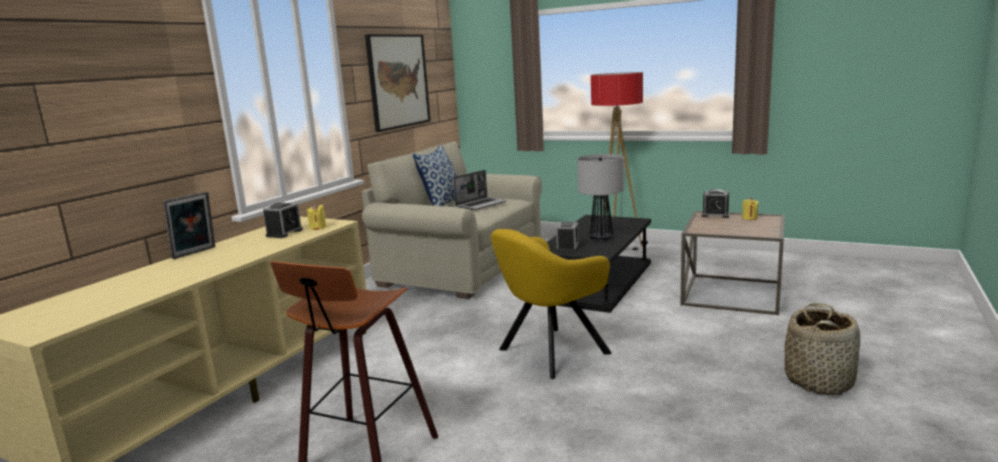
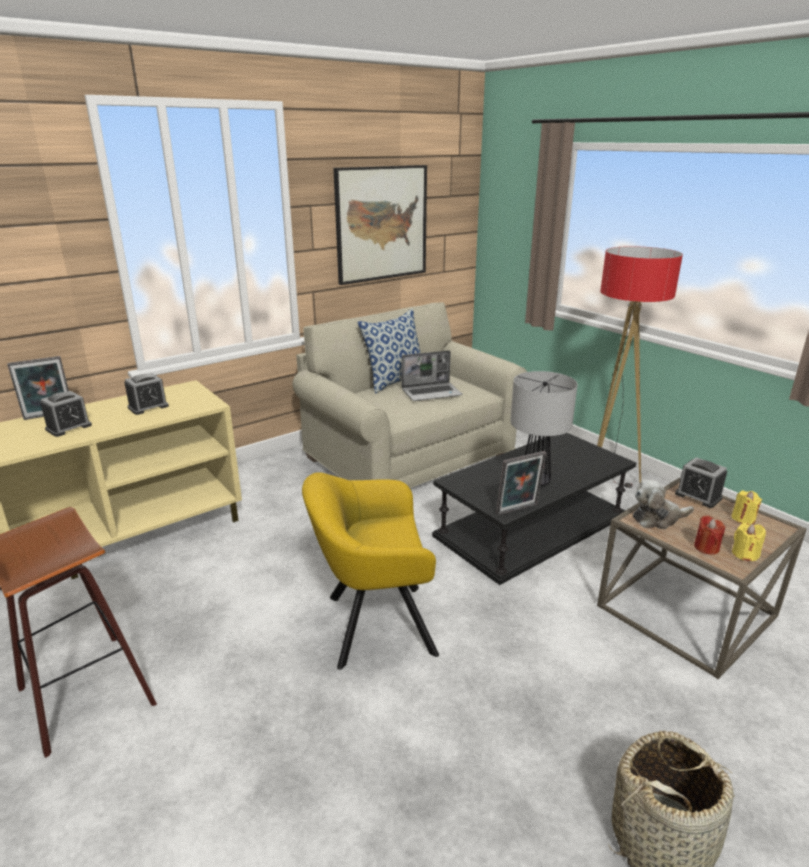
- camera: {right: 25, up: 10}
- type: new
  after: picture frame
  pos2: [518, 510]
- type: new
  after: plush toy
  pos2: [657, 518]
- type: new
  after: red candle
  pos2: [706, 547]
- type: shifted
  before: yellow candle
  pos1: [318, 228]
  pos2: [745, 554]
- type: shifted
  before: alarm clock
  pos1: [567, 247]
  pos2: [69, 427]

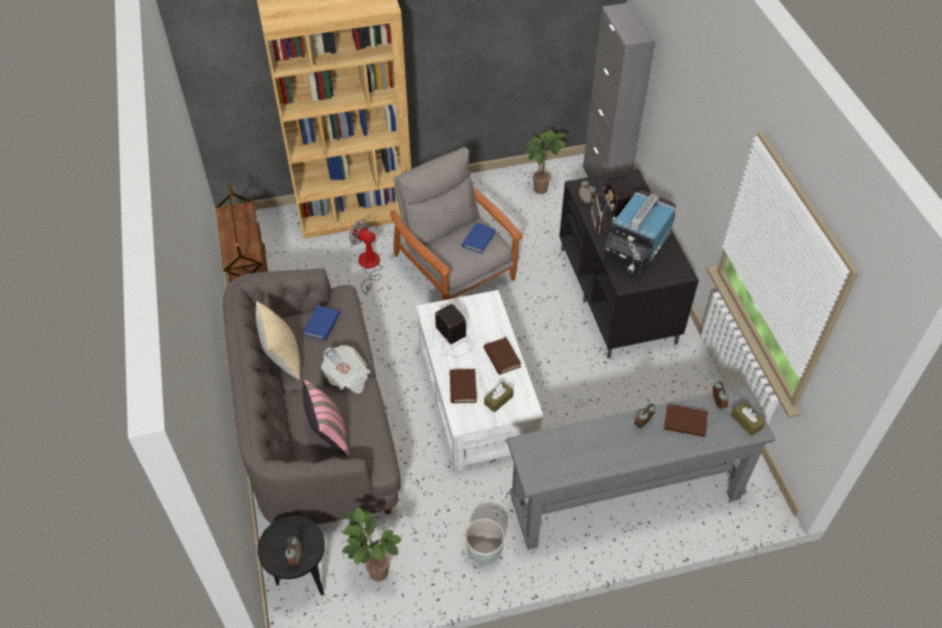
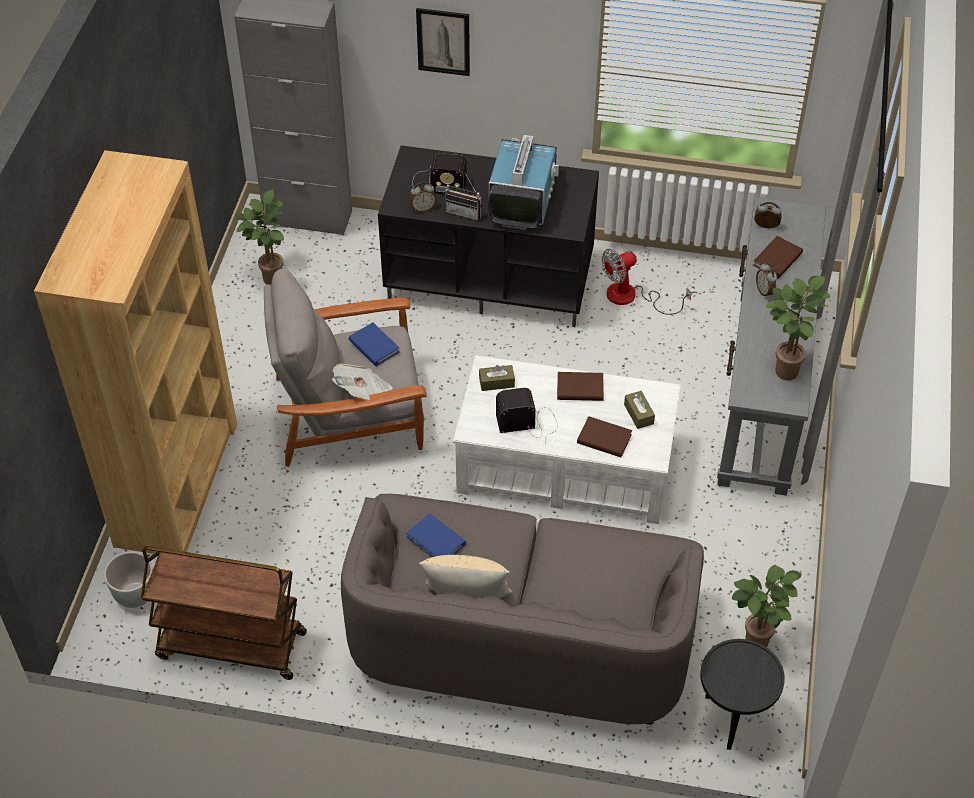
- camera: {right: -65, up: 0}
- type: gone
  before: alarm clock
  pos1: [295, 558]
- type: gone
  before: pink pillow
  pos1: [328, 435]
- type: new
  after: picture
  pos2: [443, 41]
- type: new
  after: potted plant
  pos2: [785, 368]
- type: shifted
  before: newspaper
  pos1: [347, 377]
  pos2: [363, 392]
- type: shifted
  before: fan
  pos1: [369, 266]
  pos2: [631, 297]
- type: shifted
  before: grey planter
  pos1: [484, 552]
  pos2: [135, 595]
- type: shifted
  before: brown tissue box
  pos1: [746, 422]
  pos2: [496, 382]
- type: rotated
  before: television
  pos1: [636, 248]
  pos2: [523, 198]
  turn: -135

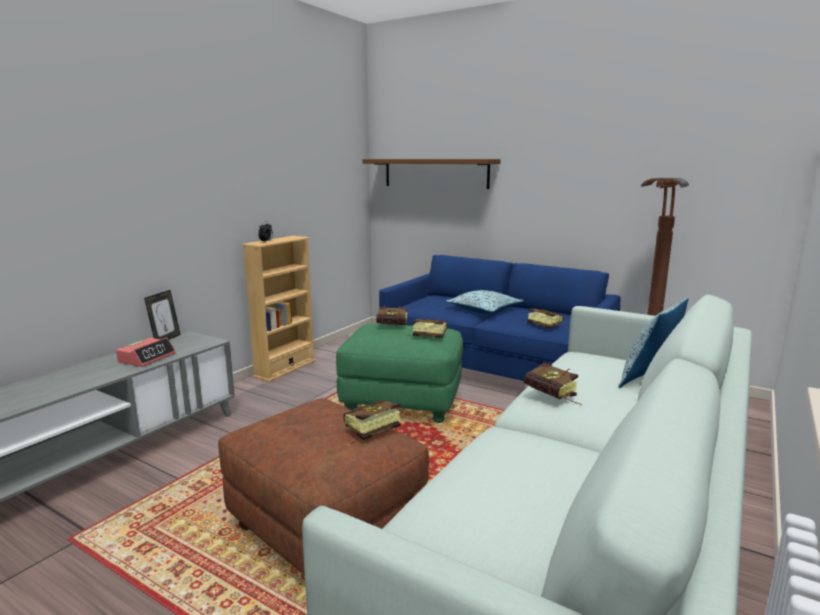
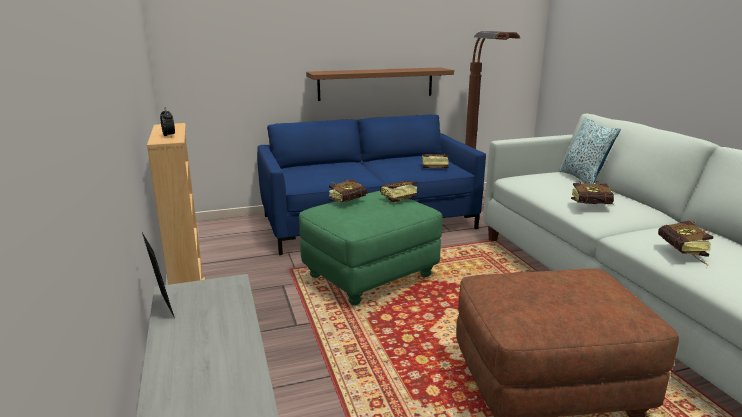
- camera: {right: -50, up: 5}
- type: gone
  before: alarm clock
  pos1: [147, 358]
- type: gone
  before: pillow
  pos1: [484, 310]
- type: shifted
  before: book
  pos1: [367, 433]
  pos2: [684, 254]
- type: shifted
  before: brown shelf
  pos1: [435, 173]
  pos2: [376, 83]

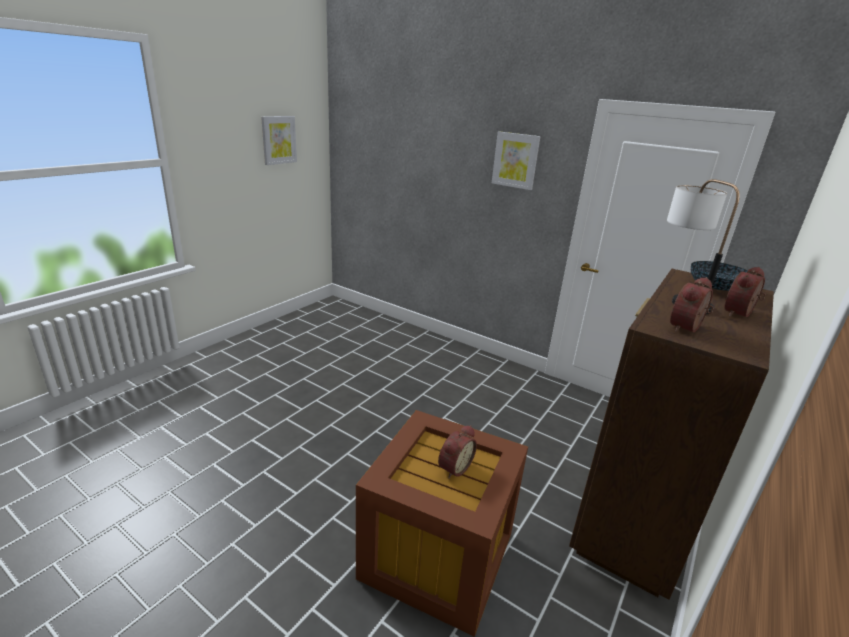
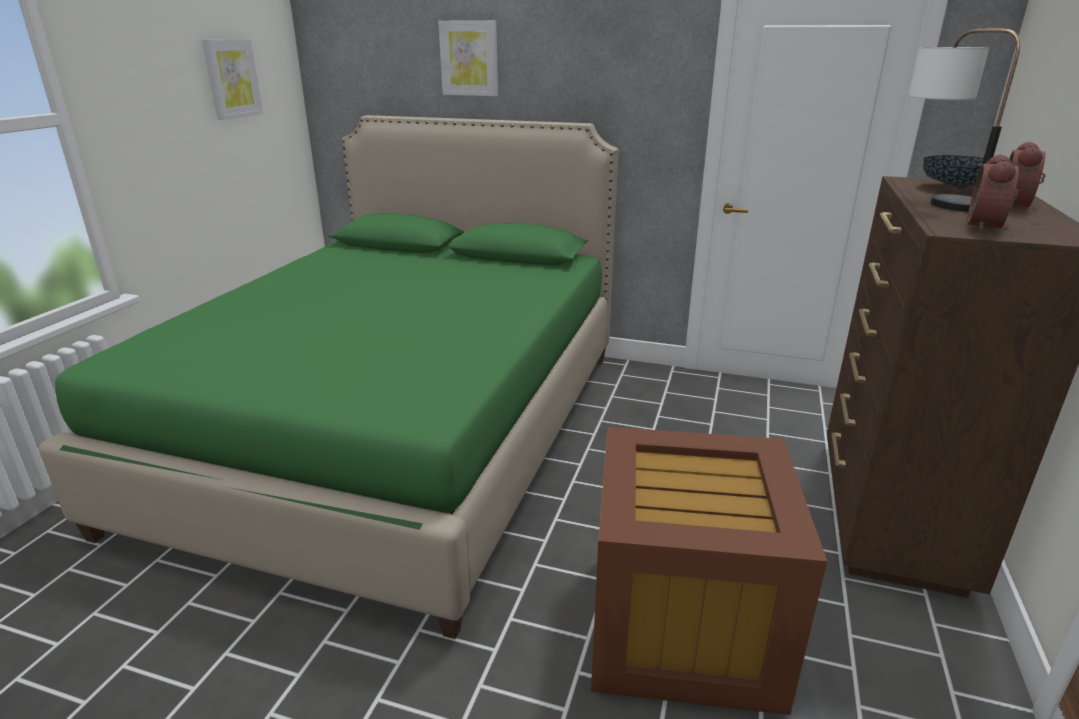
- camera: {right: -15, up: 0}
- type: gone
  before: alarm clock
  pos1: [453, 467]
- type: new
  after: green bed
  pos2: [400, 431]
- type: shifted
  before: picture
  pos1: [515, 160]
  pos2: [469, 58]

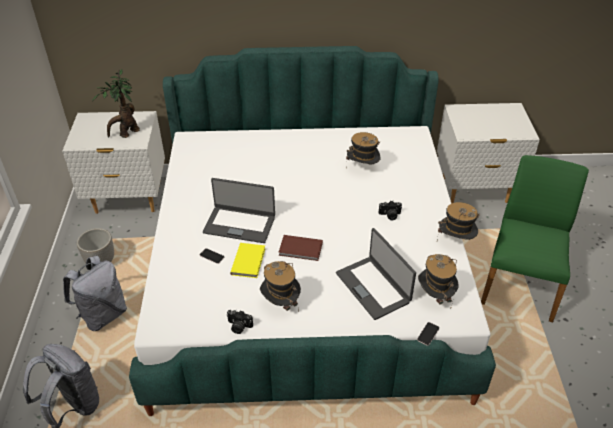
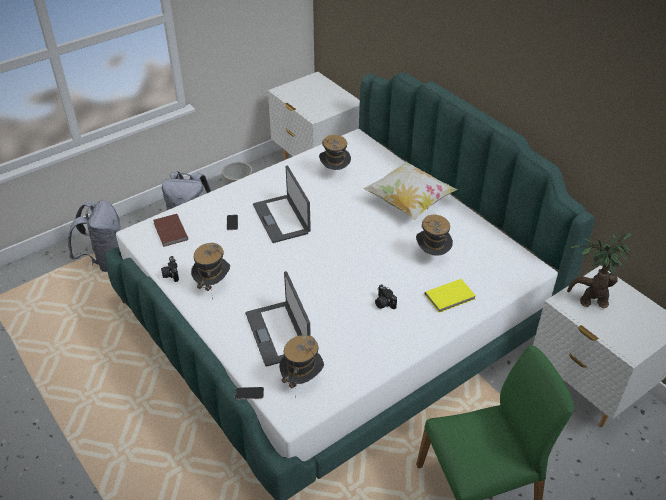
- camera: {right: 55, up: 0}
- type: new
  after: pillow
  pos2: [409, 202]
- type: shifted
  before: potted plant
  pos1: [126, 133]
  pos2: [589, 301]
- type: shifted
  before: yellow book
  pos1: [249, 261]
  pos2: [451, 297]
- type: shifted
  before: brown book
  pos1: [301, 249]
  pos2: [170, 232]
- type: shifted
  before: hat
  pos1: [455, 241]
  pos2: [334, 173]
- type: rotated
  before: laptop
  pos1: [373, 287]
  pos2: [278, 333]
  turn: -45

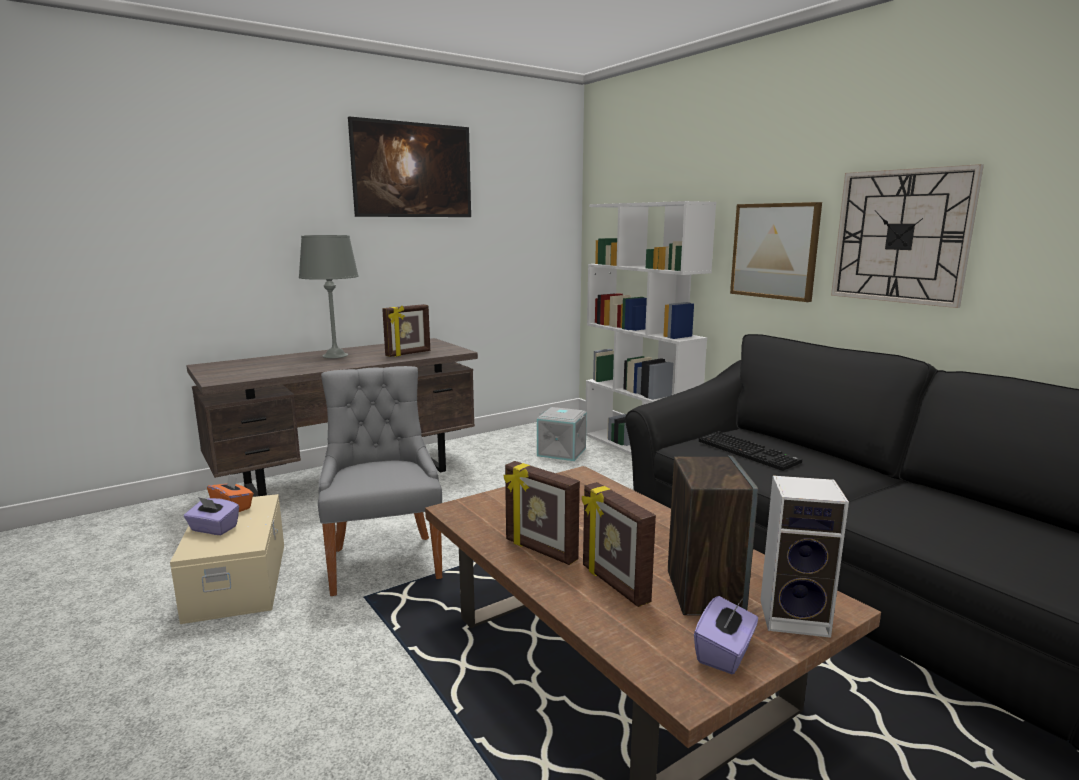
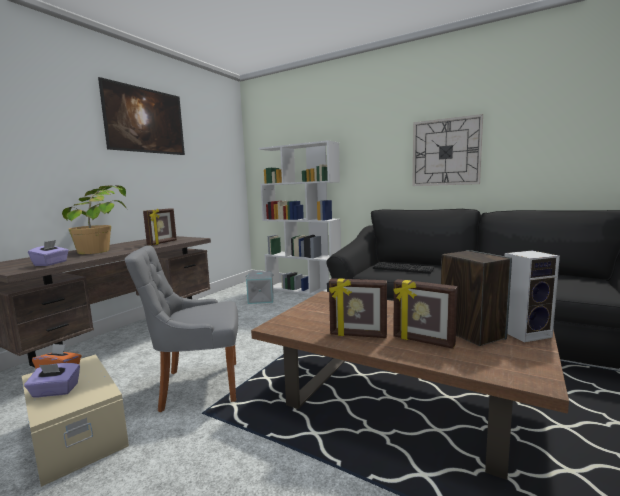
- camera: {right: -25, up: -5}
- type: gone
  before: picture
  pos1: [774, 251]
- type: shifted
  before: purple tissue box
  pos1: [725, 653]
  pos2: [51, 263]
- type: swapped
  before: grey table lamp
  after: potted plant
  pos1: [334, 355]
  pos2: [104, 249]
- type: rotated
  before: grey chair
  pos1: [384, 561]
  pos2: [197, 385]
  turn: -60

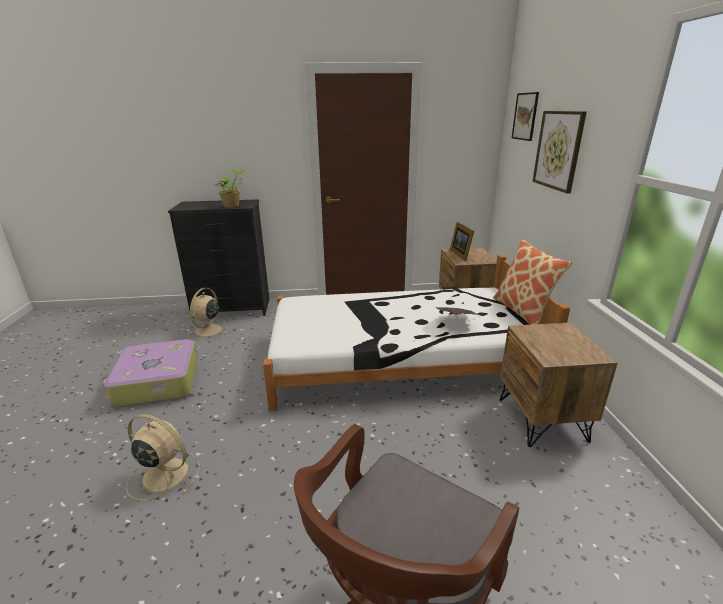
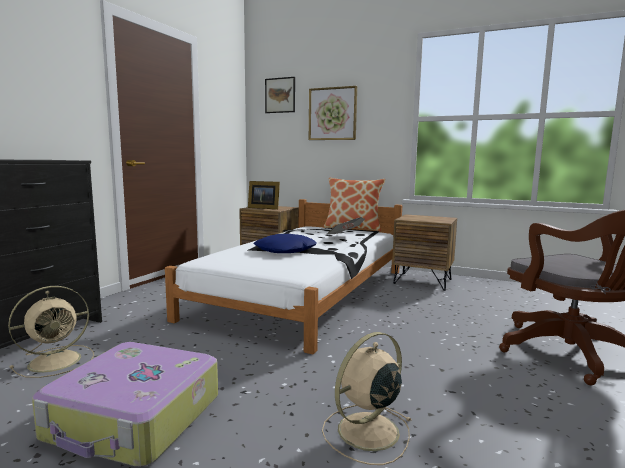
- camera: {right: -60, up: -15}
- type: gone
  before: potted plant
  pos1: [233, 206]
- type: new
  after: blue pillow
  pos2: [285, 250]
- type: rotated
  before: beige fan
  pos1: [208, 331]
  pos2: [57, 360]
  turn: -90

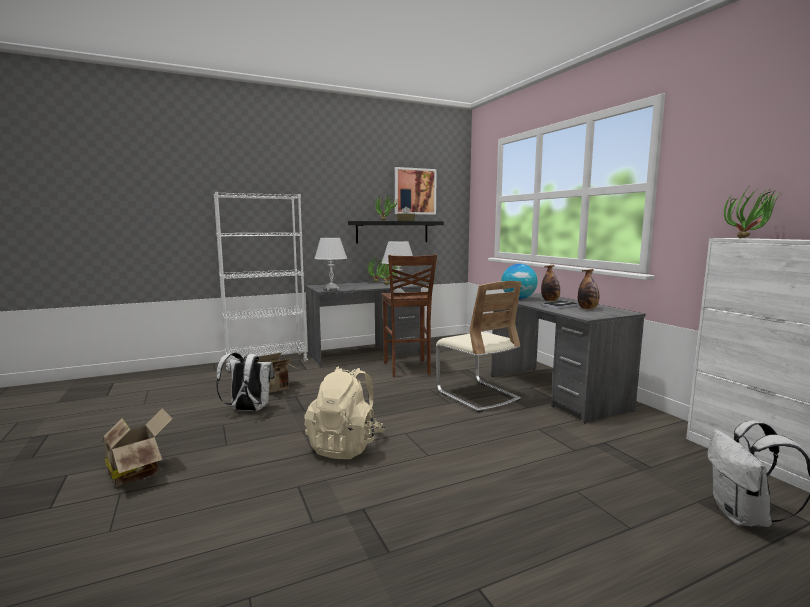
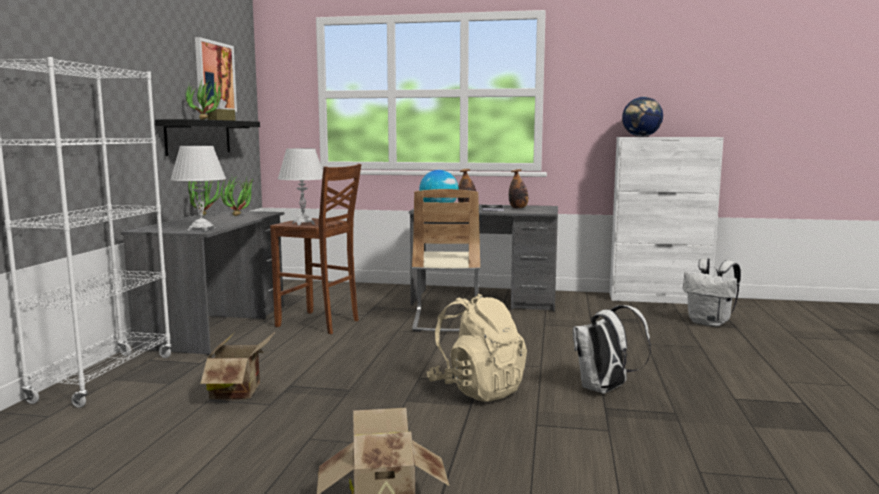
- camera: {right: -55, up: 0}
- type: shifted
  before: white backpack
  pos1: [248, 410]
  pos2: [605, 390]
- type: swapped
  before: potted plant
  after: globe
  pos1: [749, 238]
  pos2: [641, 136]
- type: rotated
  before: beige chair
  pos1: [477, 395]
  pos2: [446, 321]
  turn: 90

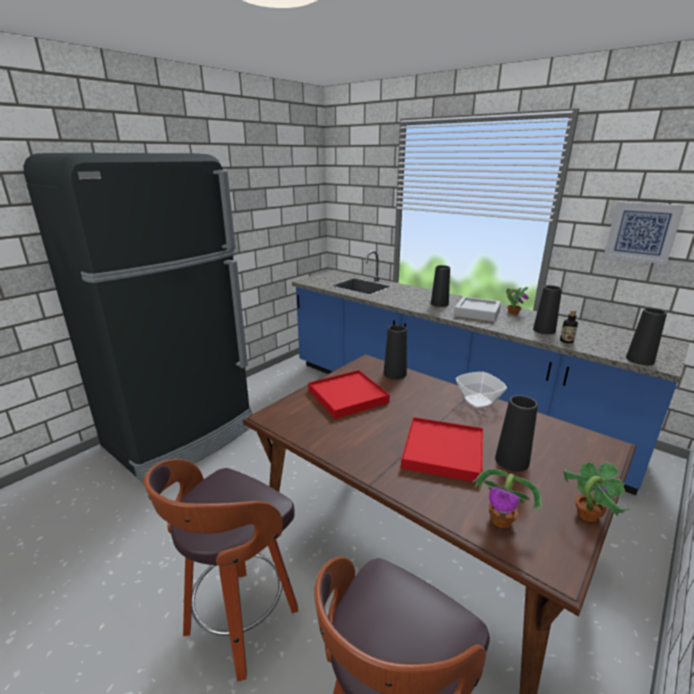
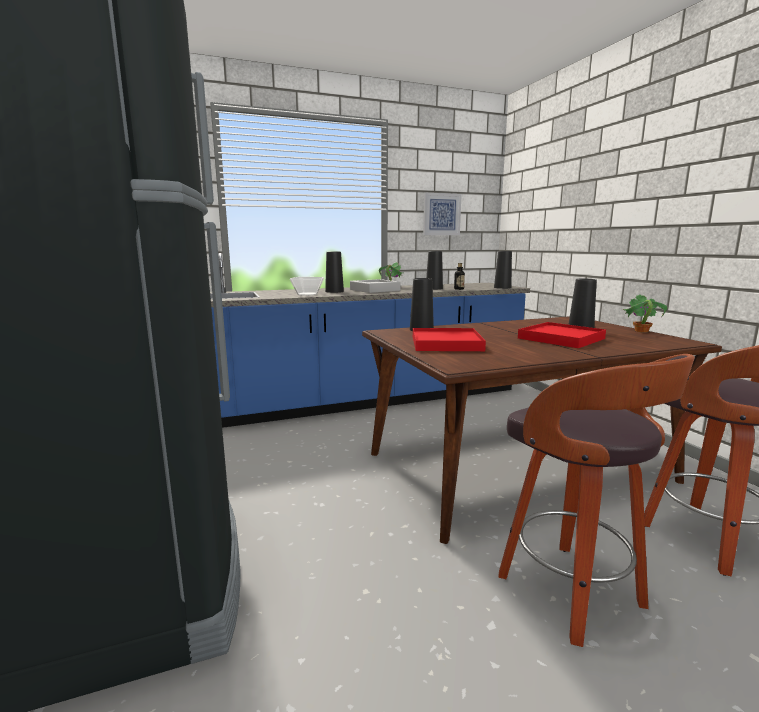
- camera: {right: -60, up: -10}
- type: gone
  before: potted plant
  pos1: [501, 520]
- type: shifted
  before: bowl
  pos1: [478, 402]
  pos2: [307, 294]

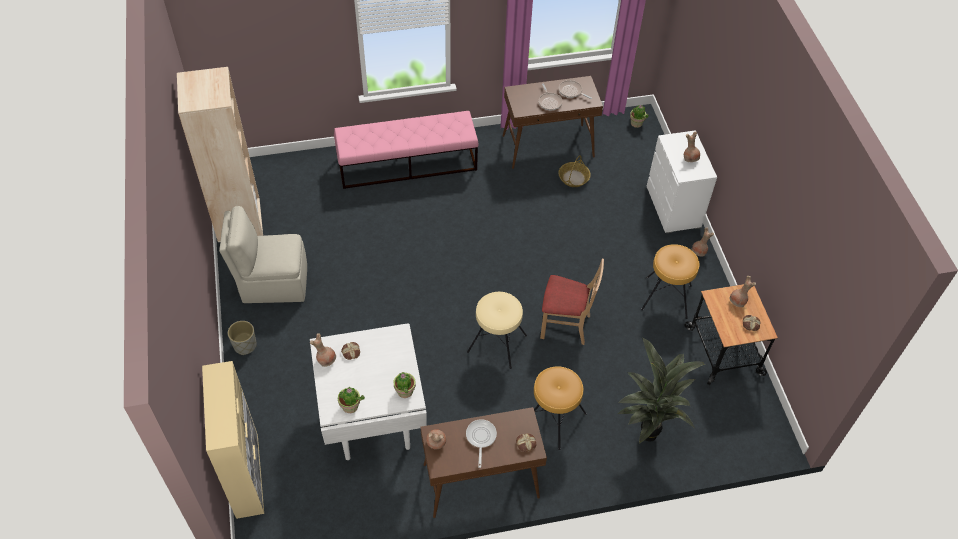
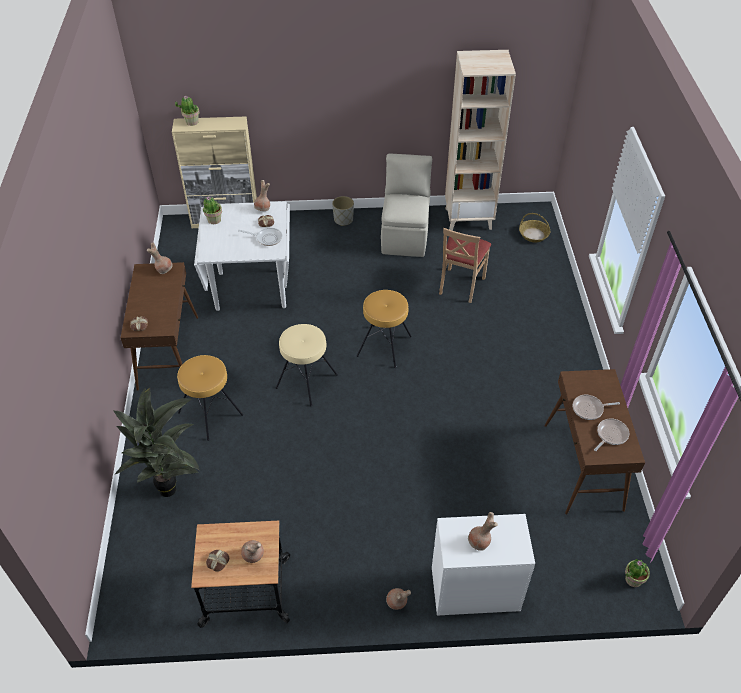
- camera: {right: 100, up: -5}
- type: gone
  before: pink bench
  pos1: [407, 164]
- type: shifted
  before: potted plant
  pos1: [405, 391]
  pos2: [191, 122]
- type: shifted
  before: frying pan
  pos1: [480, 438]
  pos2: [267, 238]
- type: shifted
  before: beige chair
  pos1: [565, 325]
  pos2: [461, 285]
- type: shifted
  before: basket
  pos1: [573, 178]
  pos2: [534, 234]
- type: shifted
  before: brown stool
  pos1: [666, 297]
  pos2: [384, 346]

